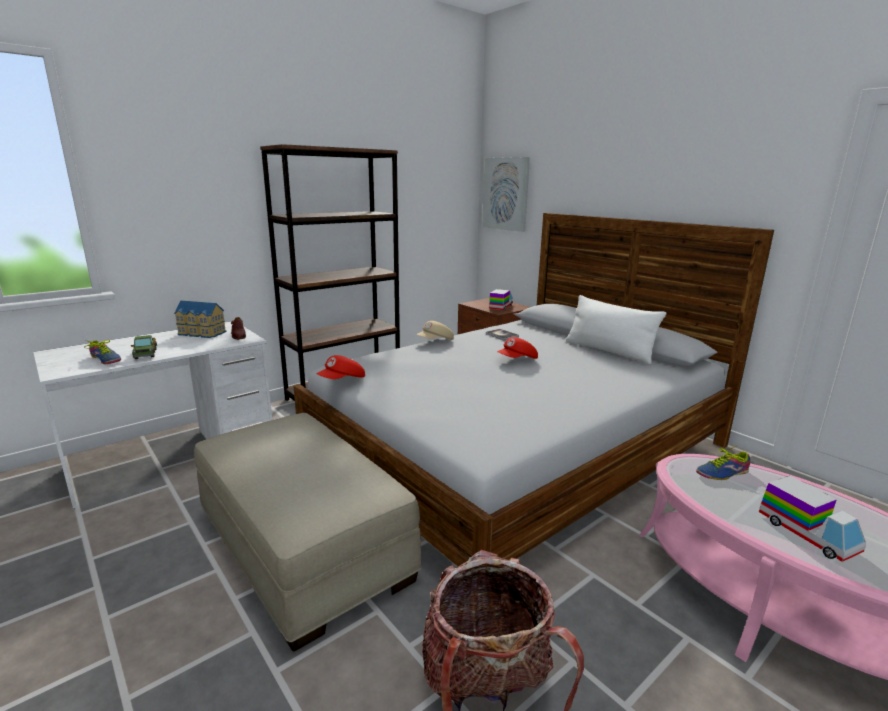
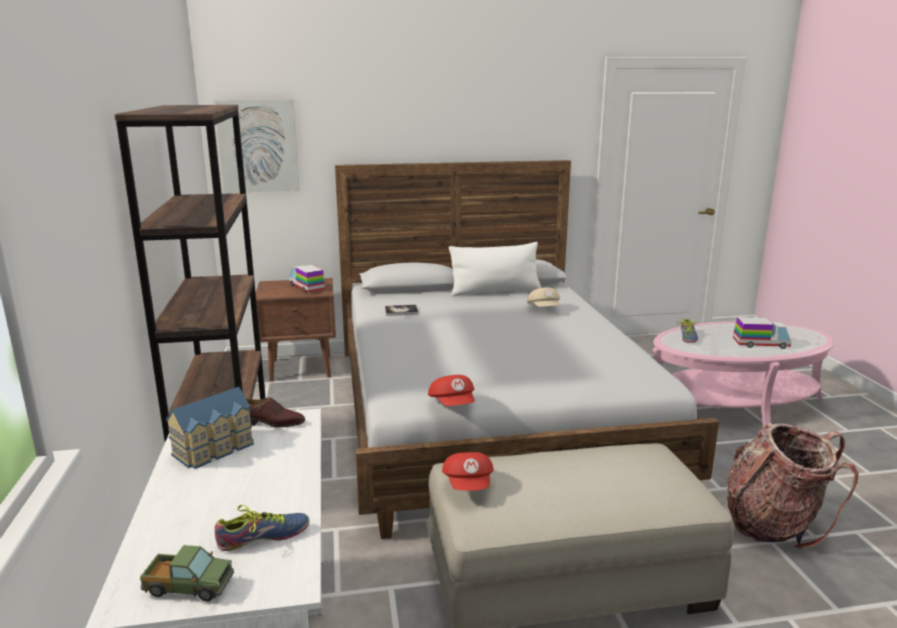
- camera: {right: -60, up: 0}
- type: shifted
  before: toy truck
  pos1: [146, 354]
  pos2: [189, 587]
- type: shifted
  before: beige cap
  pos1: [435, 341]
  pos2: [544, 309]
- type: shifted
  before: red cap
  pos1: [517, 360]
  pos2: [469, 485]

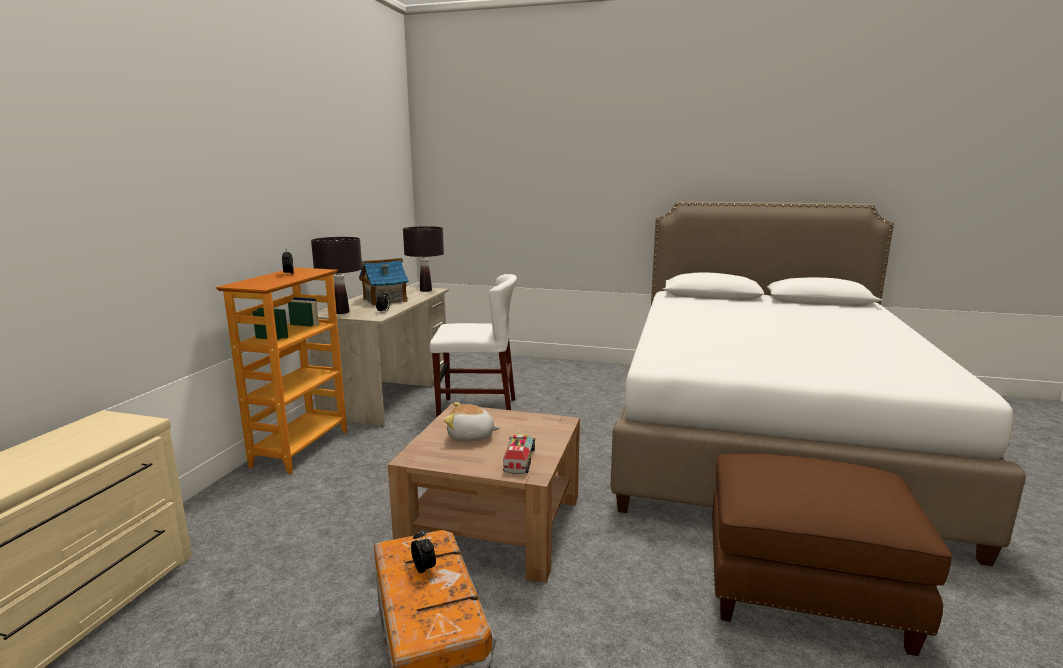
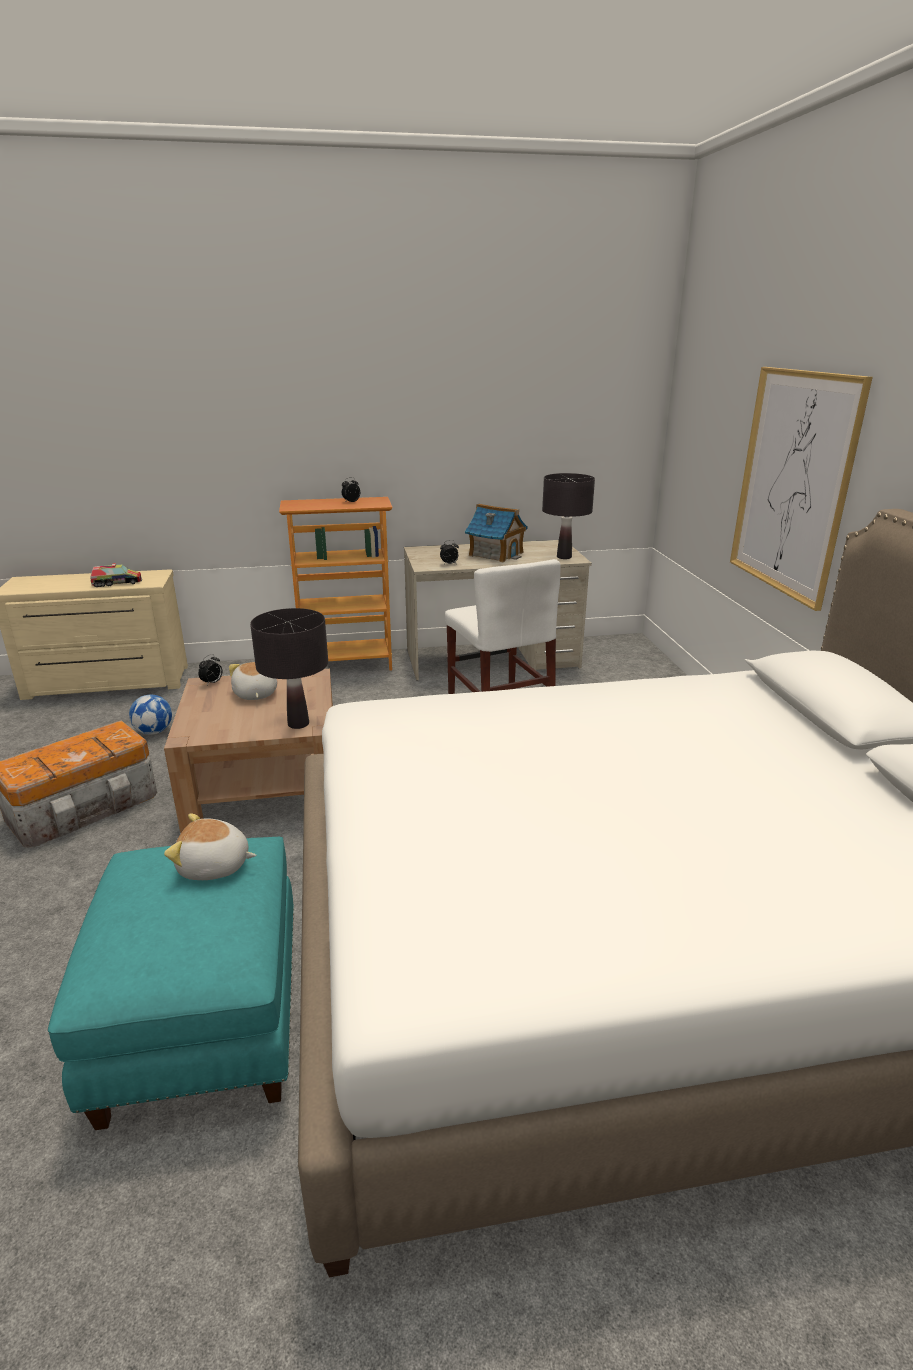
- camera: {right: 65, up: 10}
- type: new
  after: football
  pos2: [154, 732]
- type: new
  after: plush toy
  pos2: [214, 867]
- type: new
  after: picture
  pos2: [792, 484]
- type: shifted
  before: black table lamp
  pos1: [342, 312]
  pos2: [298, 724]
- type: shifted
  before: alarm clock
  pos1: [424, 569]
  pos2: [212, 683]
- type: shifted
  before: toy truck
  pos1: [520, 460]
  pos2: [117, 583]
- type: repainted
  before: brown ottoman
  after: turquoise ottoman
  pos1: [804, 590]
  pos2: [206, 1020]

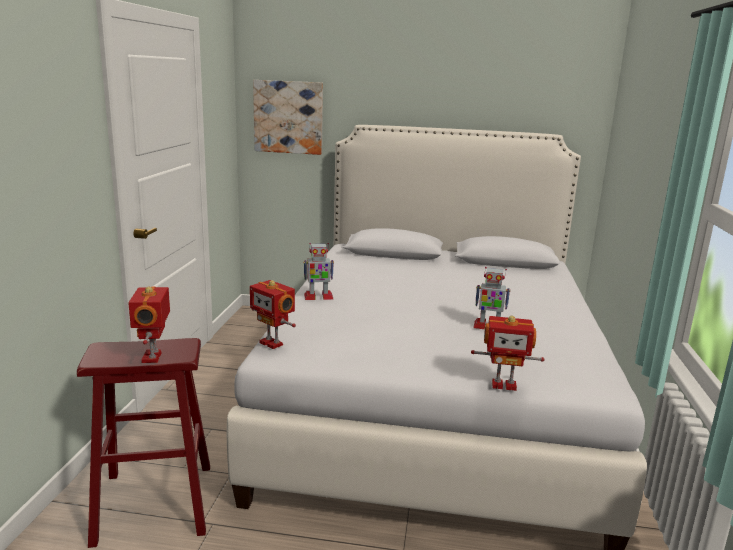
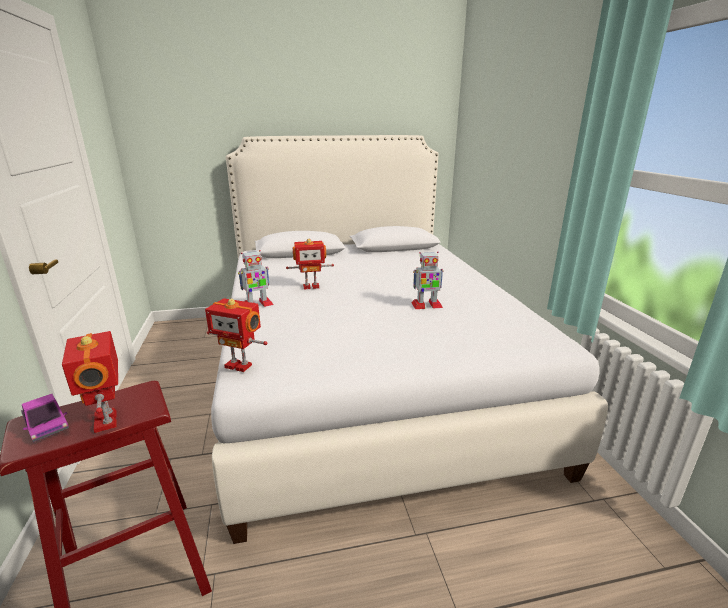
- camera: {right: -20, up: 5}
- type: gone
  before: picture
  pos1: [288, 117]
- type: new
  after: toy truck
  pos2: [47, 426]
- type: shifted
  before: toy robot
  pos1: [503, 385]
  pos2: [311, 286]

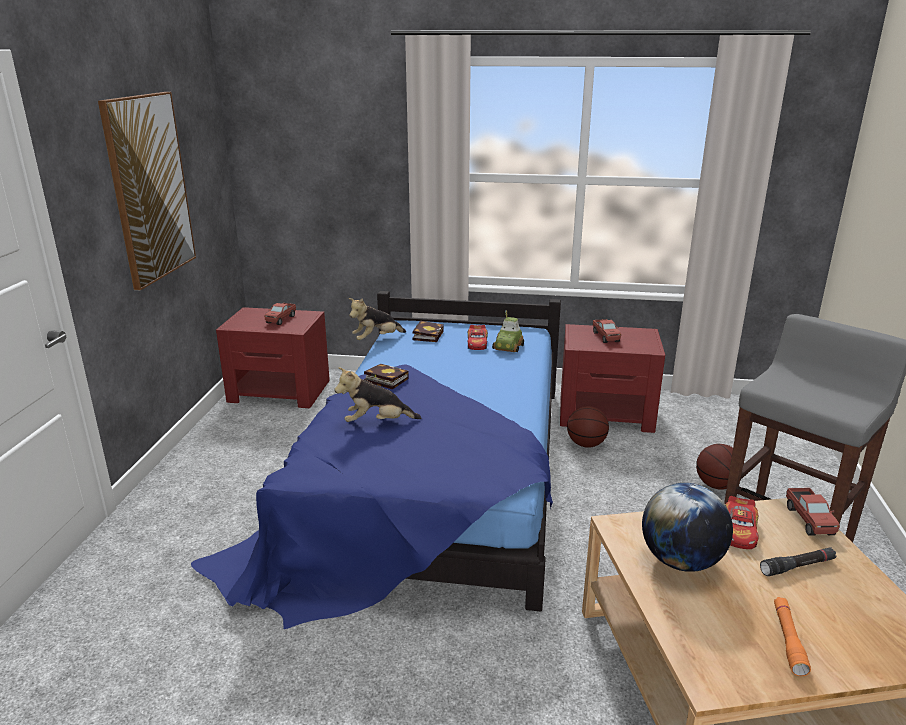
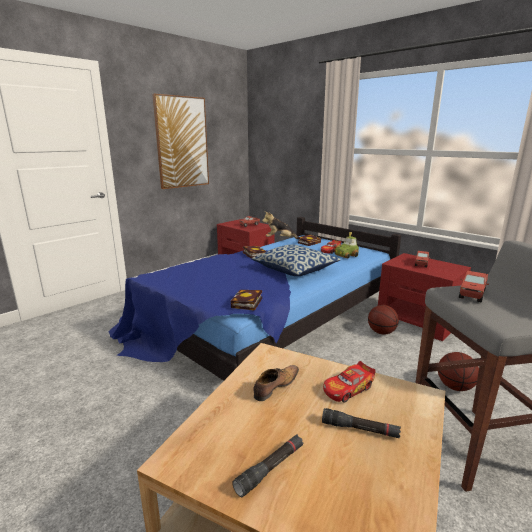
- camera: {right: 35, up: -5}
- type: gone
  before: plush toy
  pos1: [377, 422]
- type: new
  after: book
  pos2: [247, 303]
- type: new
  after: pillow
  pos2: [295, 270]
- type: shifted
  before: toy truck
  pos1: [809, 520]
  pos2: [472, 293]
- type: swapped
  before: globe
  after: shoe
  pos1: [681, 561]
  pos2: [275, 386]
- type: repainted
  before: orange flashlight
  after: black flashlight
  pos1: [788, 640]
  pos2: [270, 469]

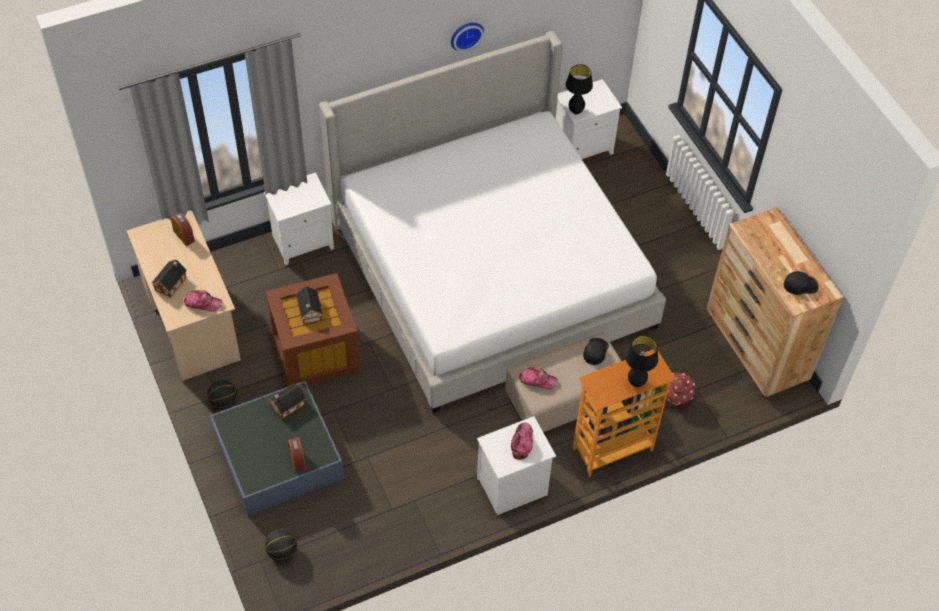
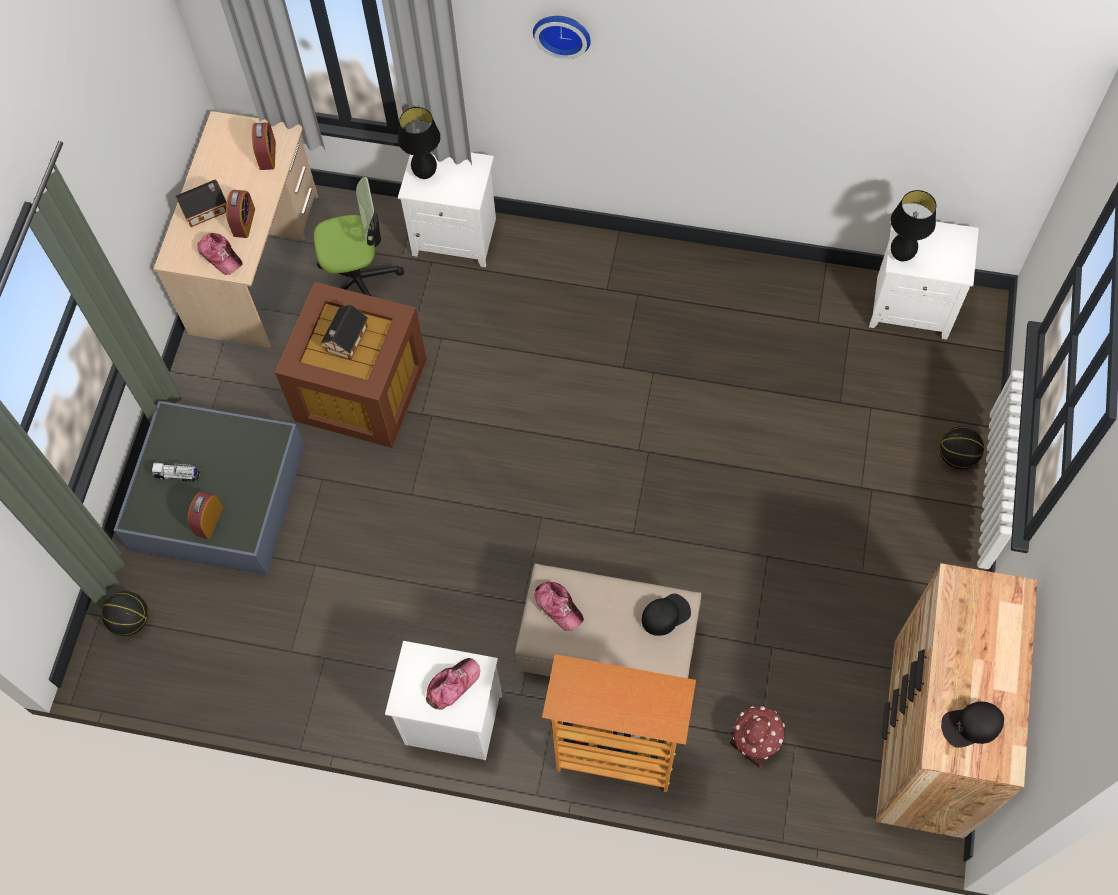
- camera: {right: 40, up: 10}
- type: gone
  before: toy house
  pos1: [287, 405]
- type: gone
  before: bed
  pos1: [490, 271]
- type: new
  after: toy truck
  pos2: [177, 475]
- type: new
  after: alarm clock
  pos2: [244, 222]
- type: new
  after: office chair
  pos2: [359, 281]
- type: shifted
  before: basketball
  pos1: [224, 402]
  pos2: [957, 457]
- type: shifted
  before: wall clock
  pos1: [466, 34]
  pos2: [562, 32]
- type: shifted
  before: black table lamp
  pos1: [636, 383]
  pos2: [425, 174]
- type: rotated
  before: black cap
  pos1: [800, 285]
  pos2: [971, 726]
  turn: 135

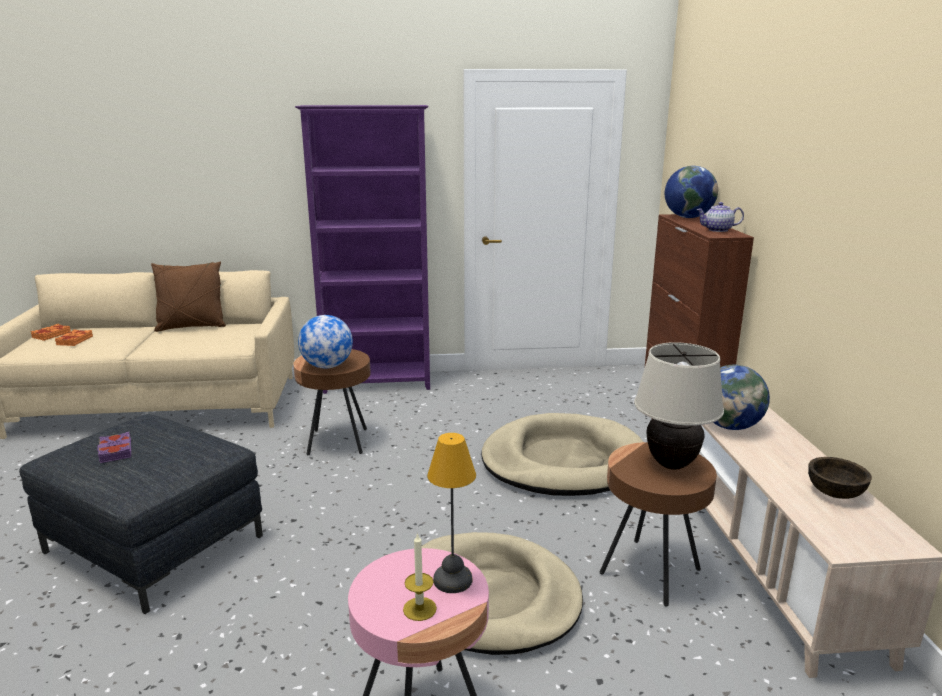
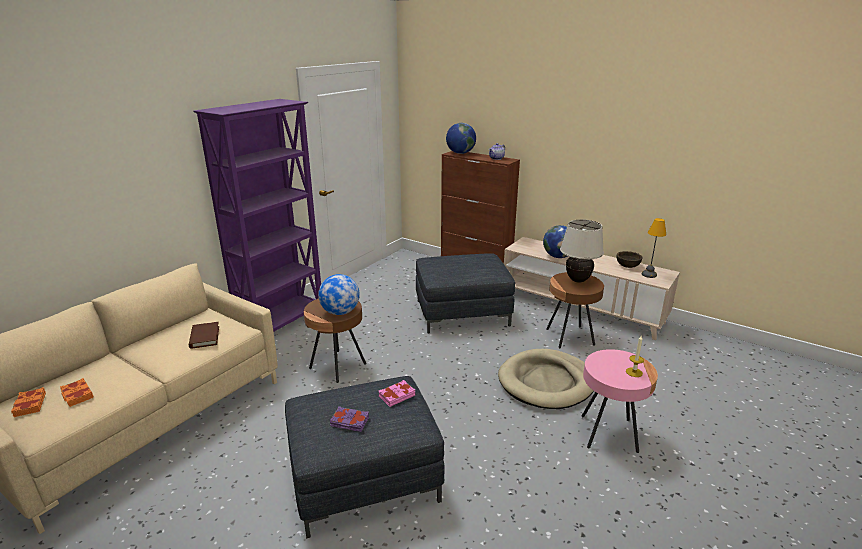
- camera: {right: -50, up: 5}
- type: gone
  before: brown pillow
  pos1: [192, 327]
- type: new
  after: brown book
  pos2: [204, 337]
- type: new
  after: pink book
  pos2: [396, 395]
- type: shifted
  before: table lamp
  pos1: [453, 579]
  pos2: [648, 274]
- type: swapped
  before: beige dog bed
  after: grey ottoman
  pos1: [562, 461]
  pos2: [462, 313]

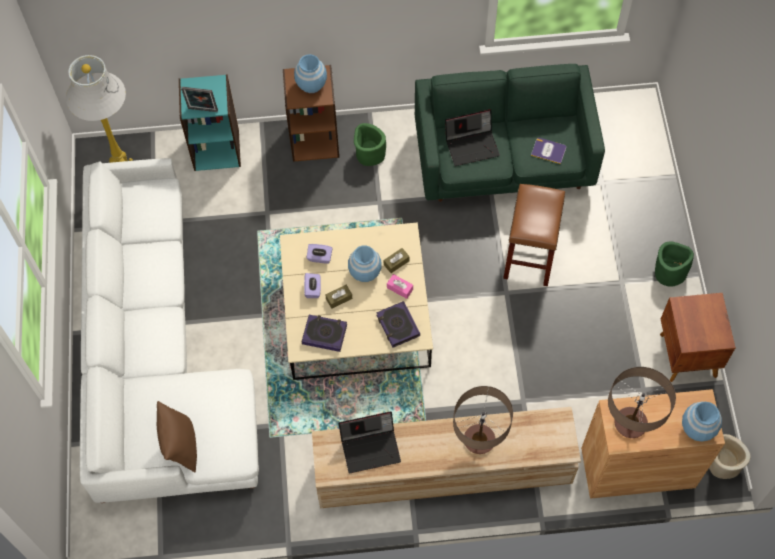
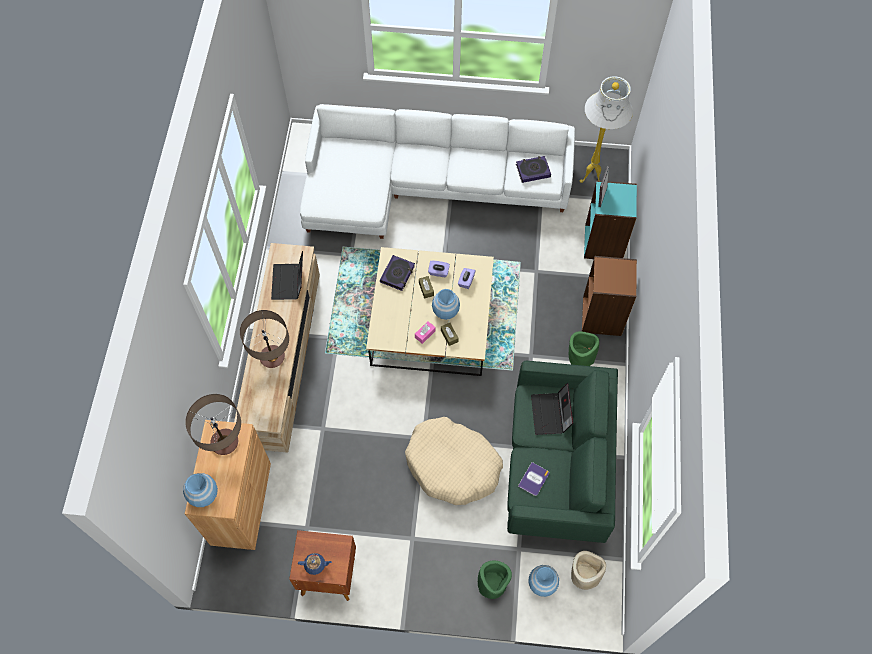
- camera: {right: 100, up: 0}
- type: gone
  before: brown pillow
  pos1: [181, 447]
- type: new
  after: blue teapot
  pos2: [315, 565]
- type: shifted
  before: blue vase
  pos1: [311, 84]
  pos2: [542, 584]
- type: shifted
  before: book
  pos1: [397, 326]
  pos2: [533, 170]
- type: shifted
  before: green planter
  pos1: [669, 272]
  pos2: [492, 584]
- type: shifted
  before: beige planter
  pos1: [723, 464]
  pos2: [585, 574]
- type: swapped
  before: brown stool
  after: beige dog bed
  pos1: [530, 258]
  pos2: [452, 465]

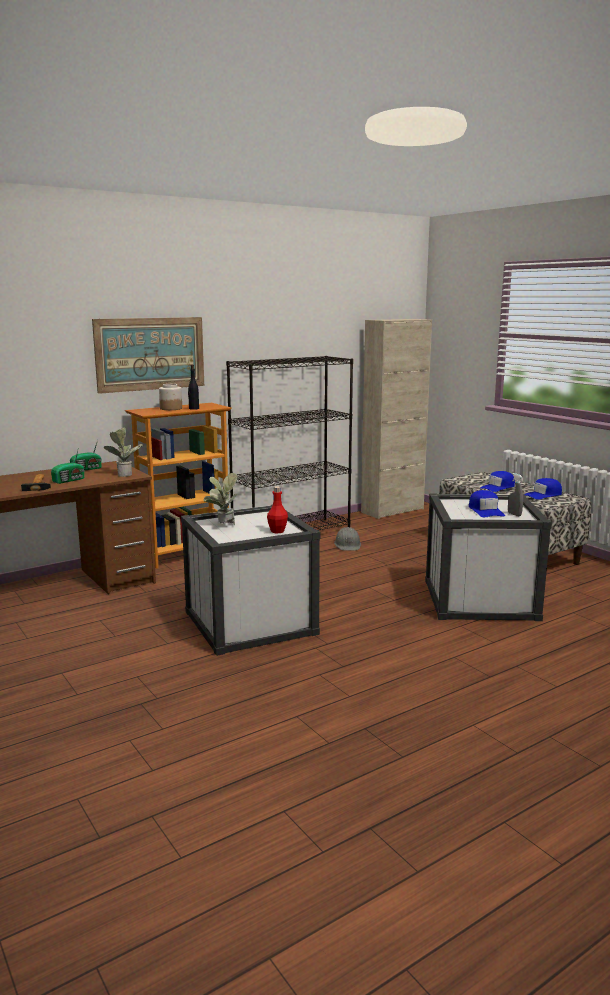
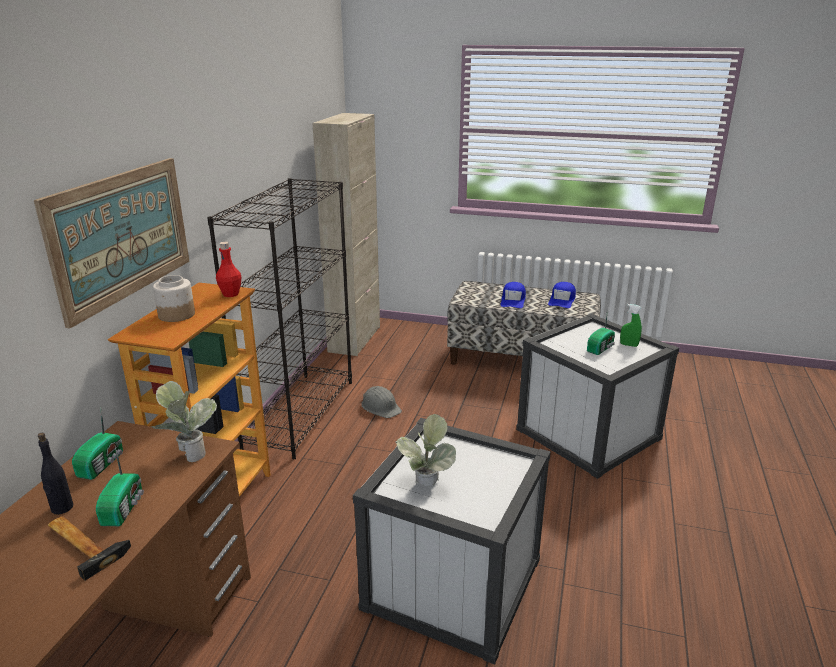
- camera: {right: -40, up: 10}
- type: shifted
  before: black bottle
  pos1: [193, 408]
  pos2: [62, 508]
- type: shifted
  before: red bottle
  pos1: [277, 531]
  pos2: [230, 294]
- type: swapped
  before: blue cap
  after: radio
  pos1: [485, 511]
  pos2: [601, 348]
- type: repainted
  before: grey spray bottle
  after: green spray bottle
  pos1: [514, 514]
  pos2: [629, 345]

